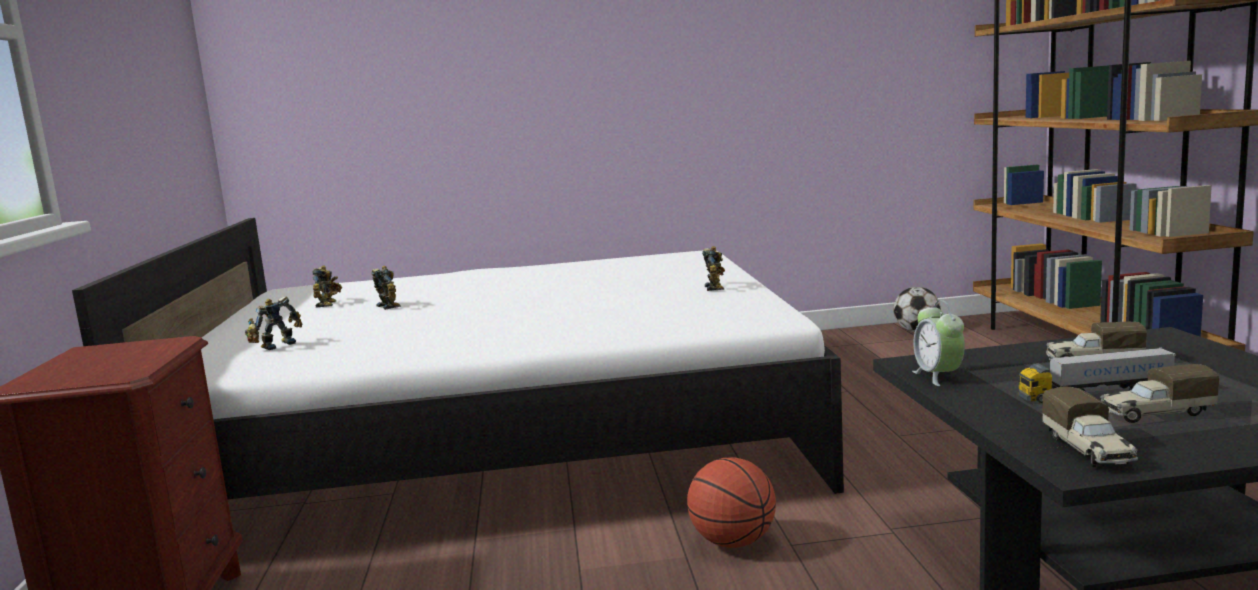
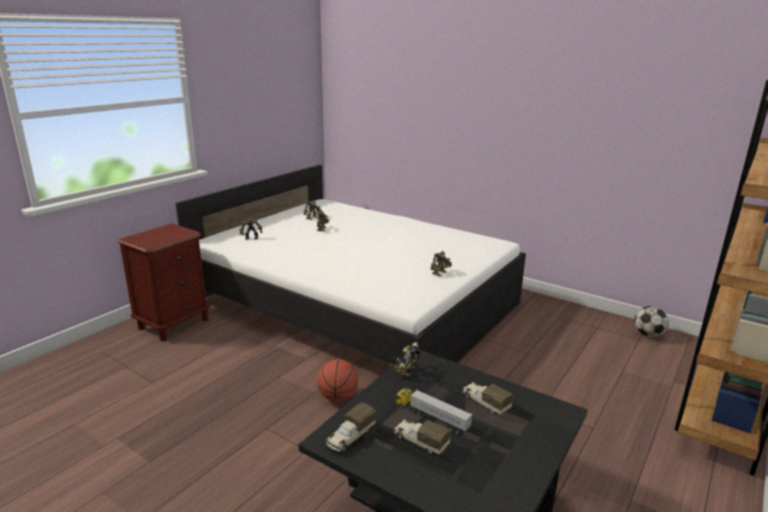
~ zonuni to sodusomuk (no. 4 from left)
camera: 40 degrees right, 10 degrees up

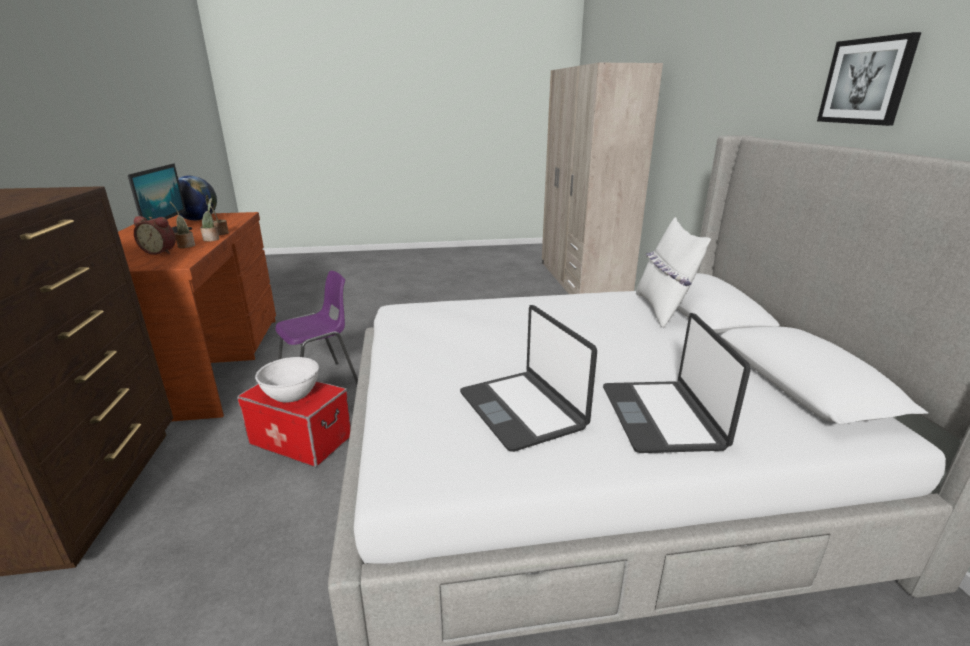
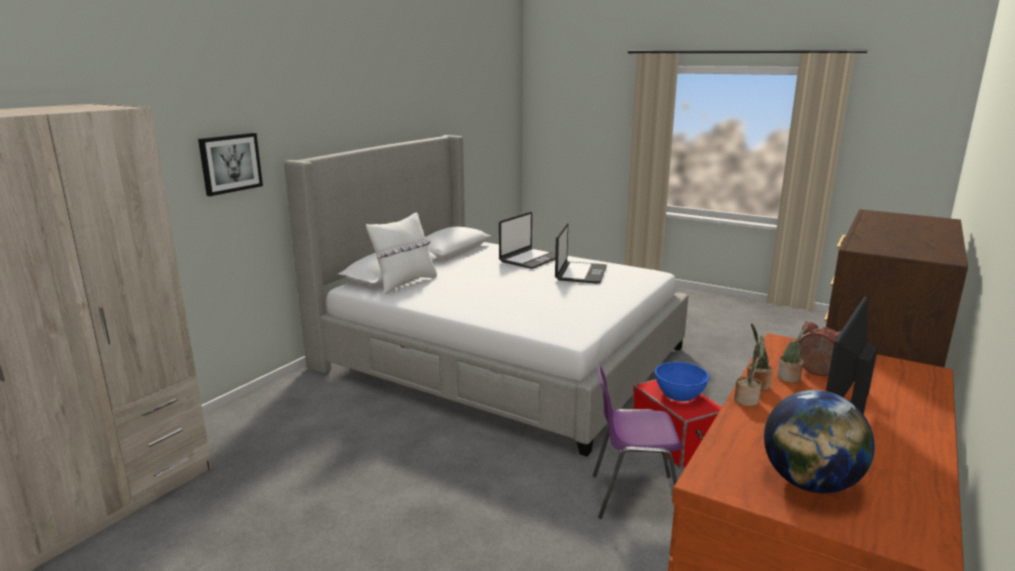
~ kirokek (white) to kirokek (blue)
~ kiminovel
camera: 140 degrees left, 5 degrees down

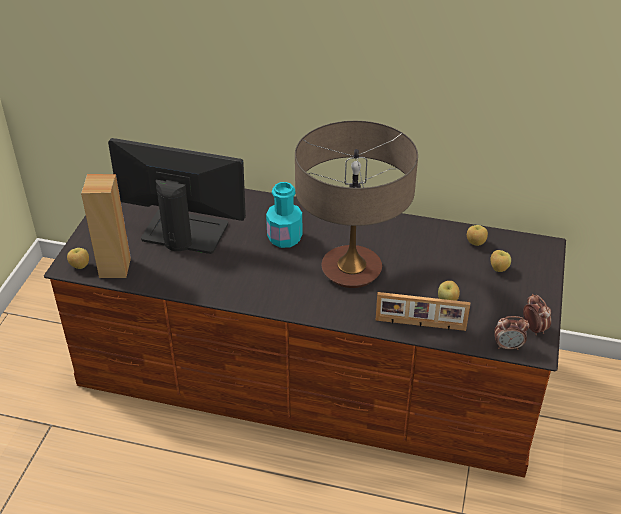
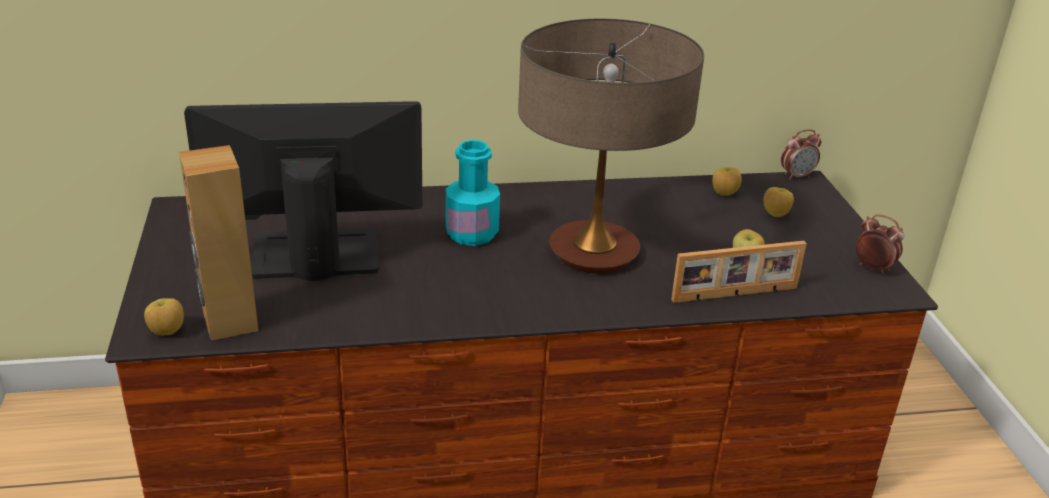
~ zonuni (no. 1 from left)
camera: 25 degrees left, 10 degrees down

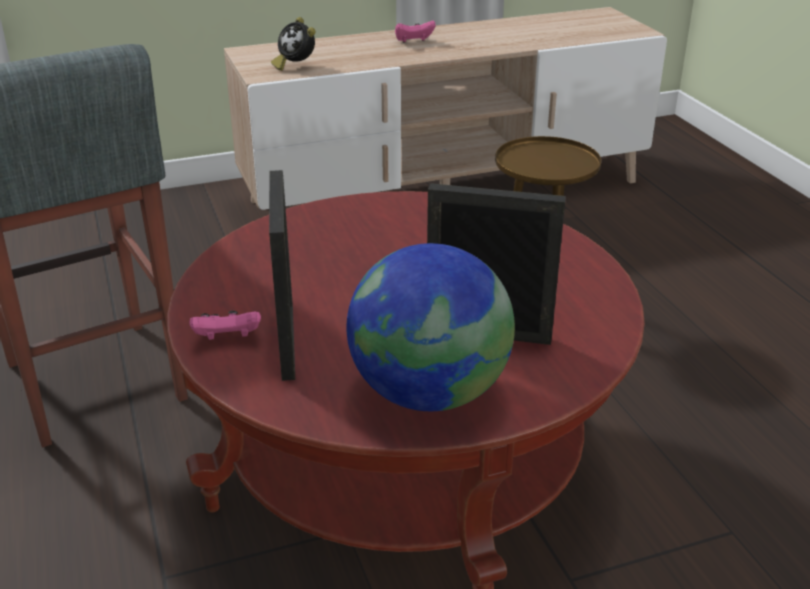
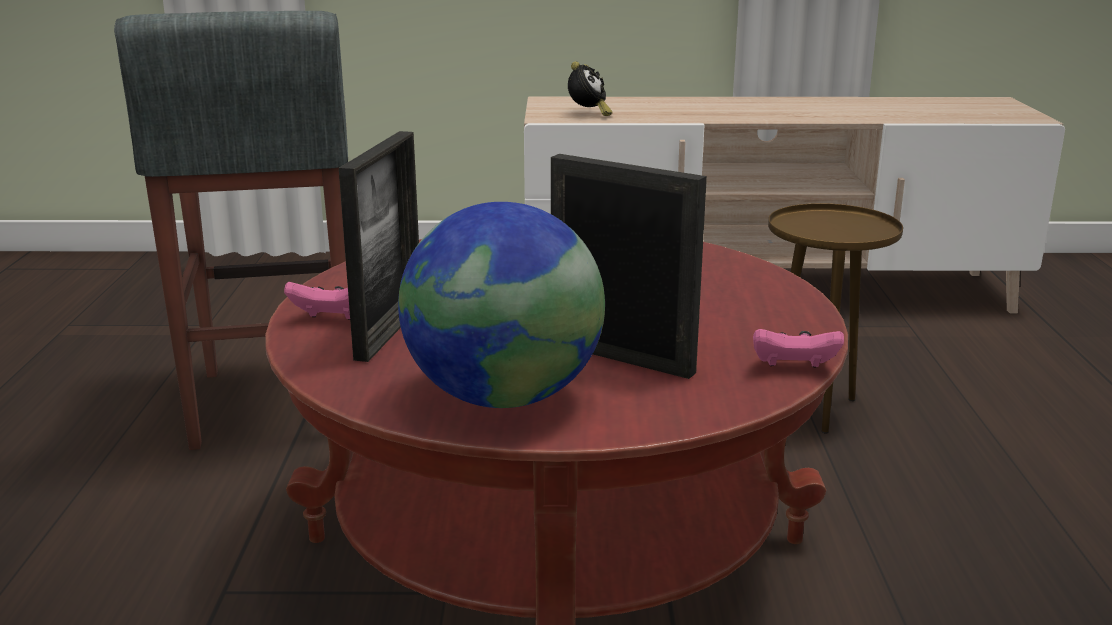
~ zonuni 135 degrees counterclockwise
~ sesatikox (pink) (no. 2 from left)
camera: 20 degrees right, 10 degrees down

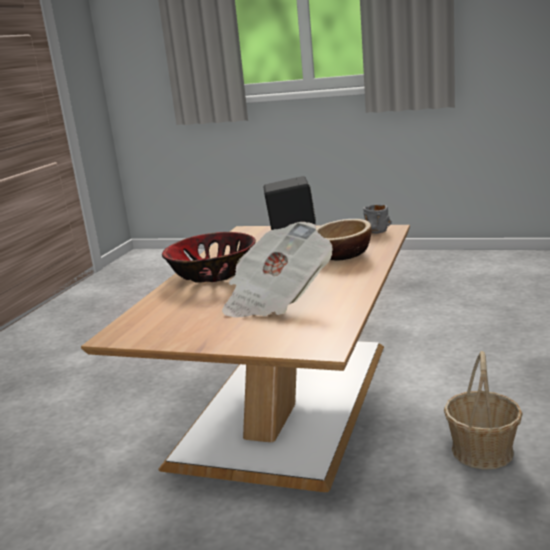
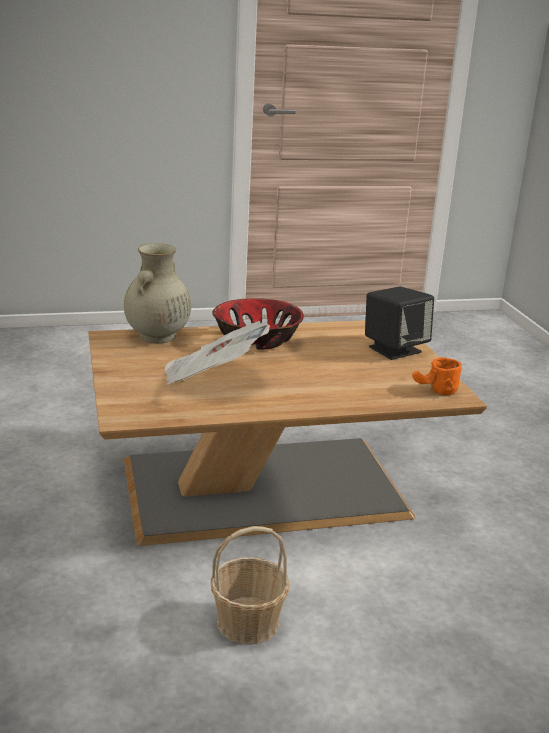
- kirokek (no. 2 from left)
~ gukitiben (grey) to gukitiben (orange)
+ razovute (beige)
camera: 55 degrees right, 5 degrees up

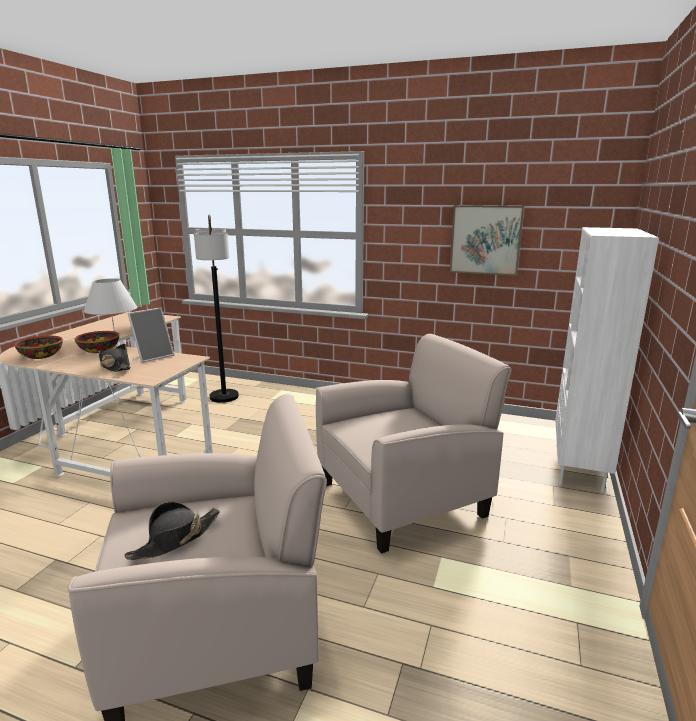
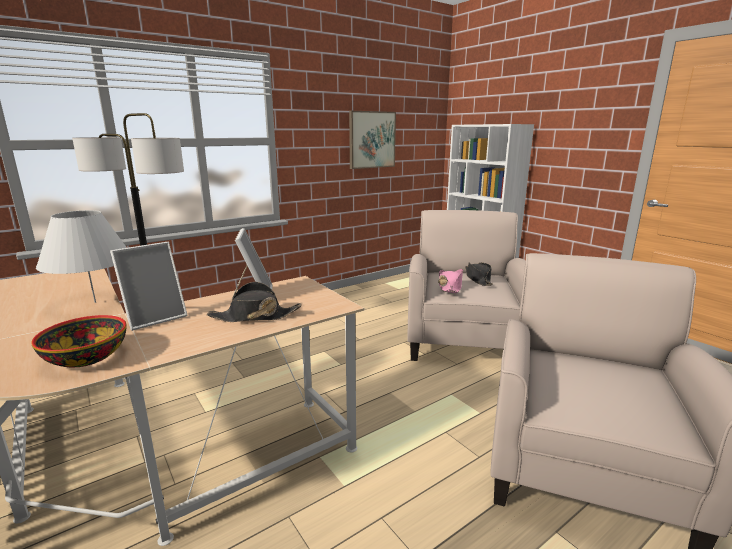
~ kirokek (no. 2 from left) to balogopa (no. 1 from left)
~ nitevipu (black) (no. 2 from left)
+ nitevipu (pink)
camera: 55 degrees left, 0 degrees up

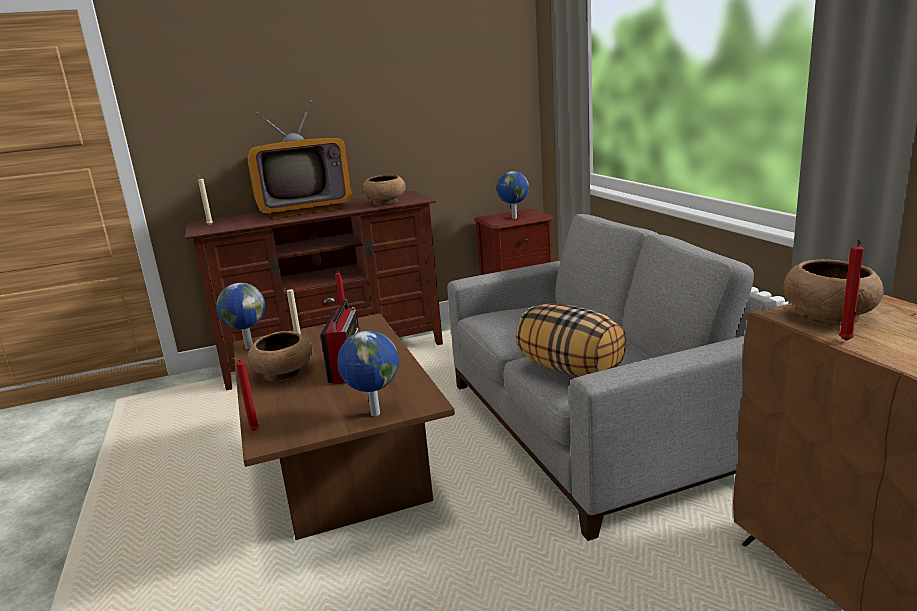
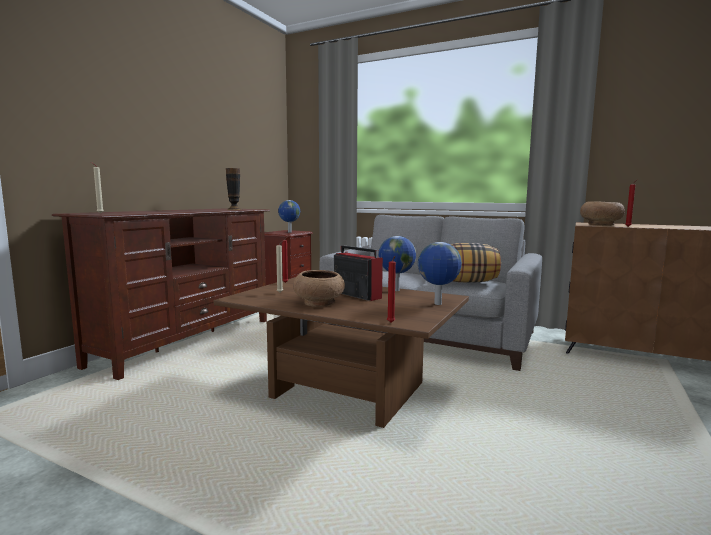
~ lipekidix (no. 1 from left in the first image) to lipekidix (no. 2 from left)
- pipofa
~ kirokek (brown) (no. 2 from left) to razovute
camera: 45 degrees left, 10 degrees down

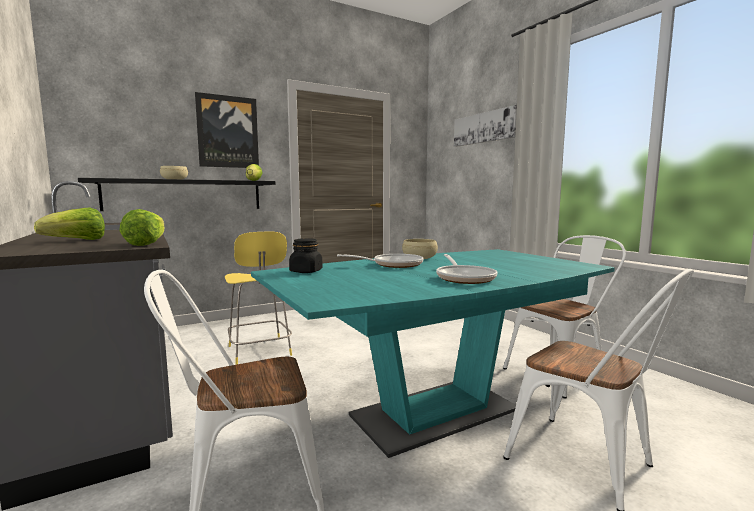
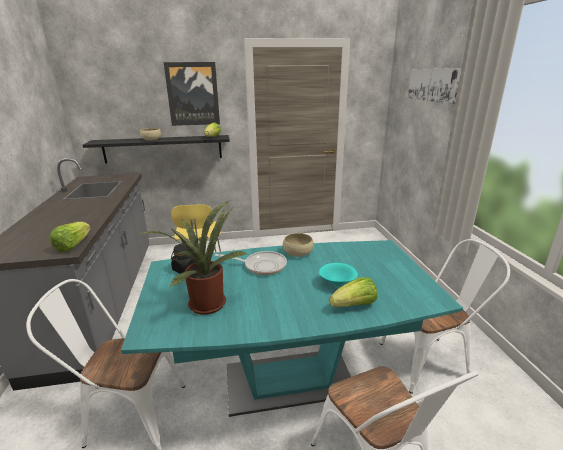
~ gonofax (no. 1 from left in the first image) to gonofax (no. 3 from left)
- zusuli (no. 2 from left)
+ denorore
+ kirokek (turquoise)
camera: 20 degrees right, 15 degrees up

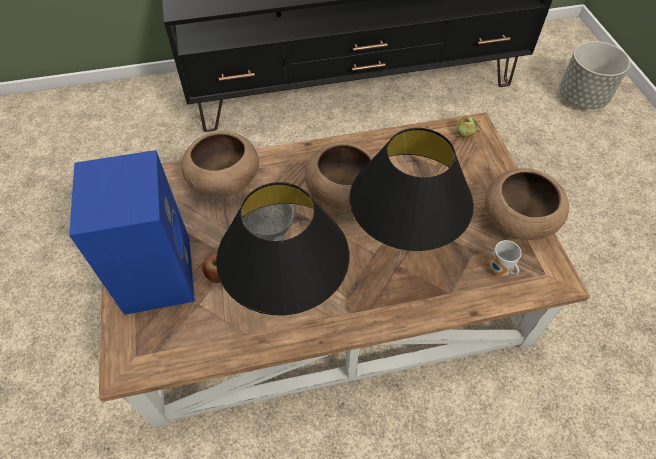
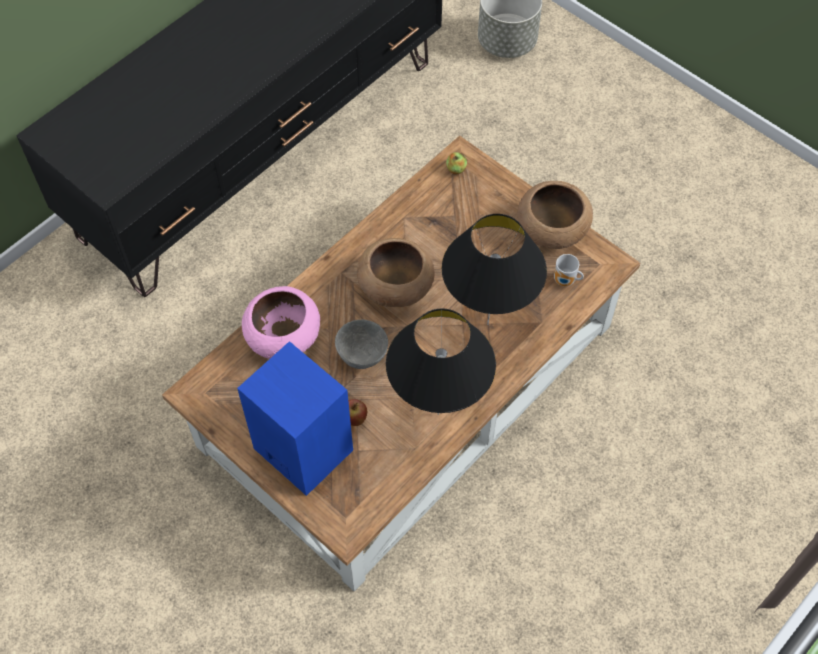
~ kirokek (brown) (no. 1 from left) to kirokek (pink)
camera: 35 degrees left, 5 degrees up

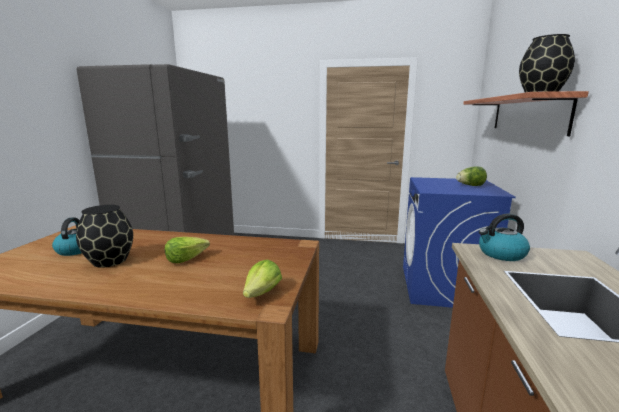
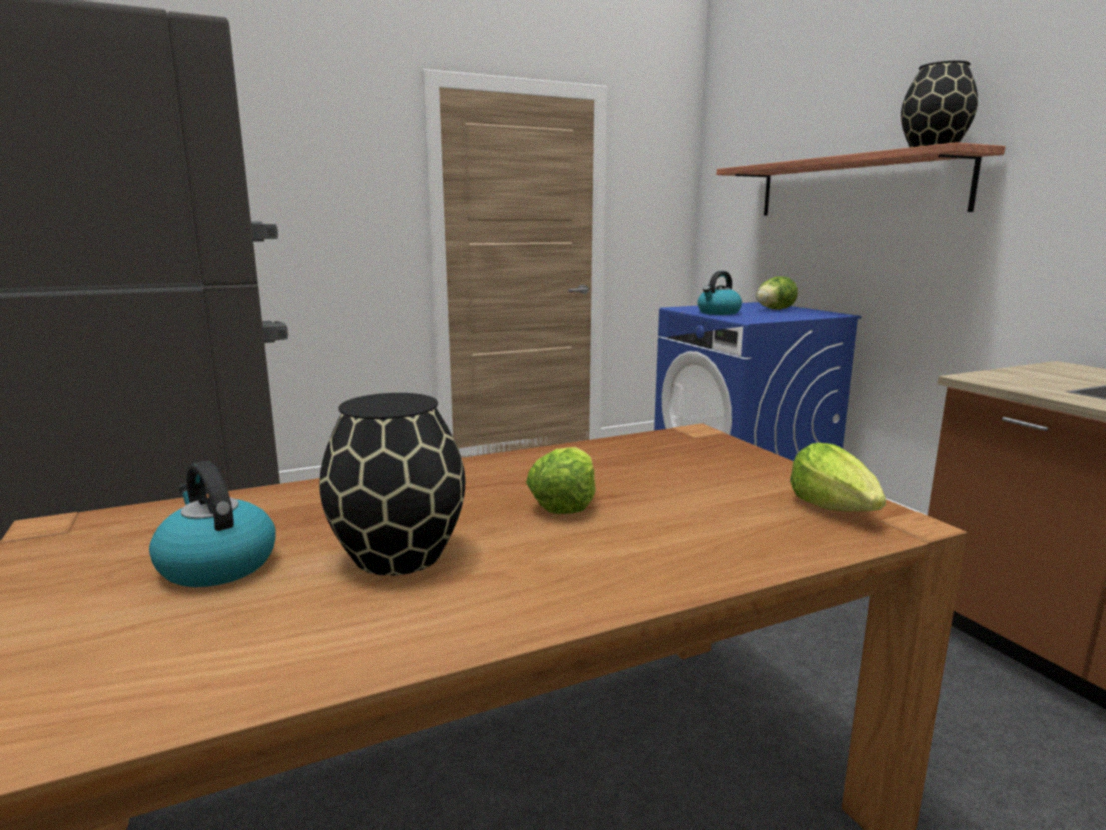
~ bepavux (no. 2 from left)
camera: 35 degrees left, 0 degrees up

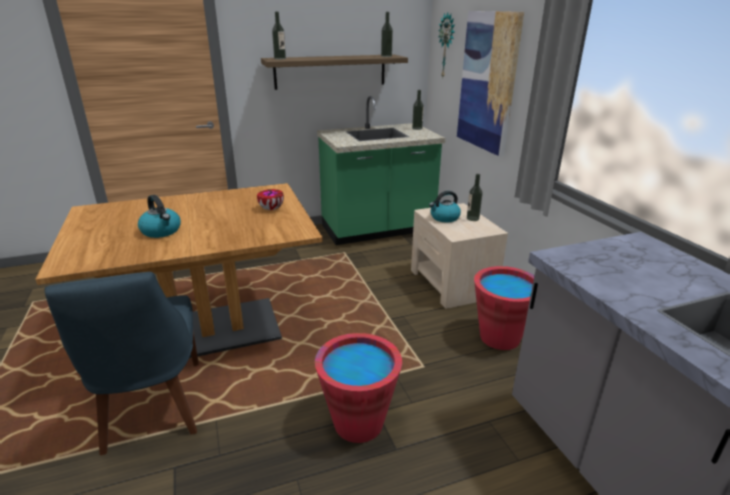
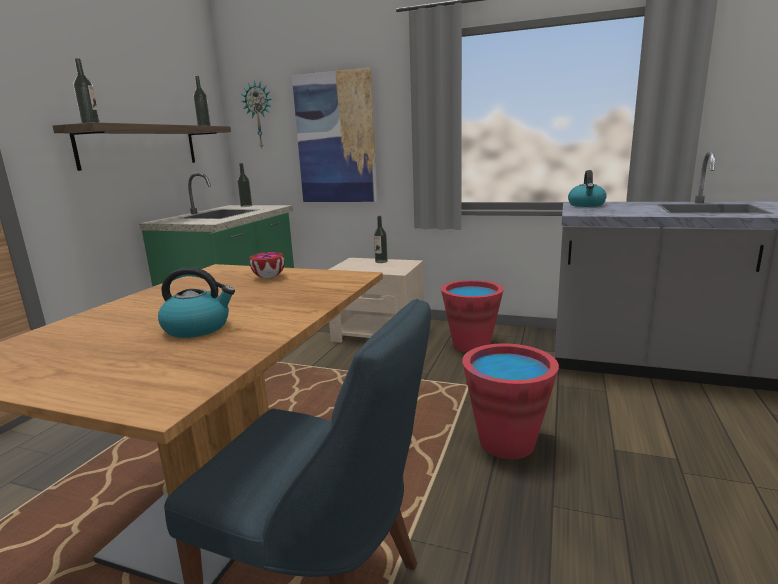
~ bepavux (no. 2 from left)
camera: 50 degrees left, 10 degrees down

